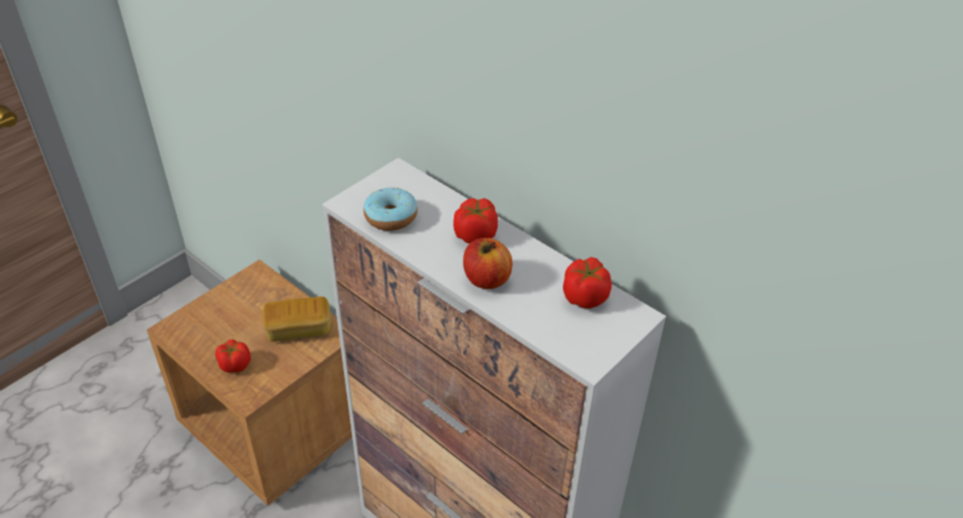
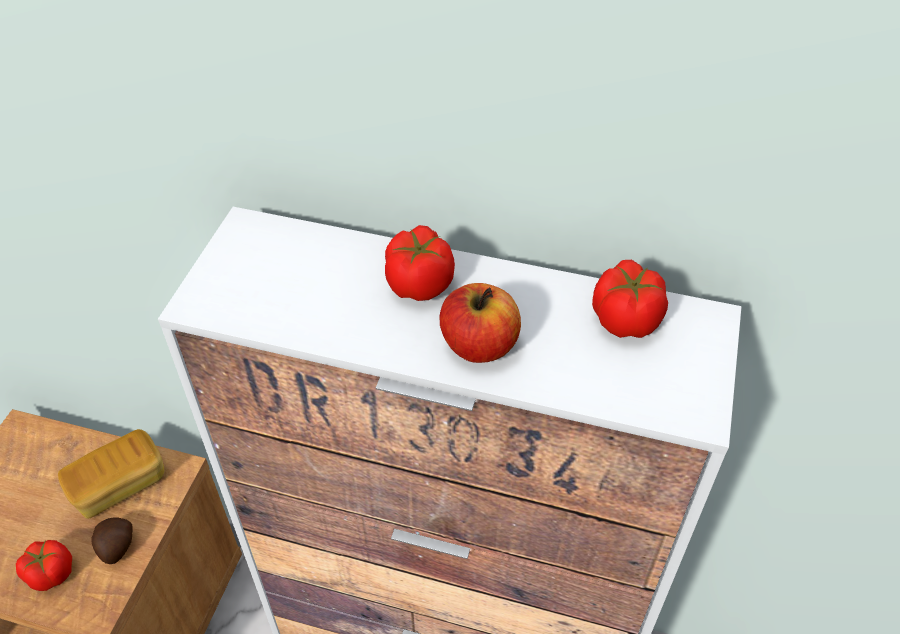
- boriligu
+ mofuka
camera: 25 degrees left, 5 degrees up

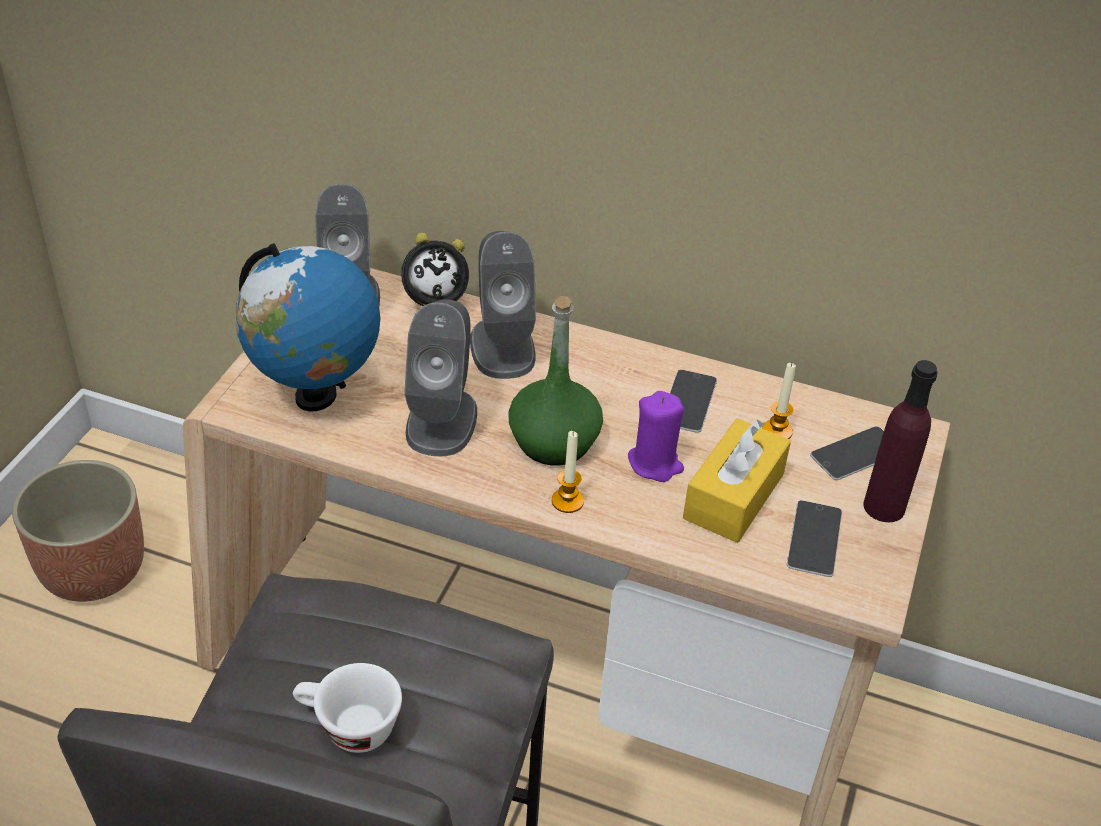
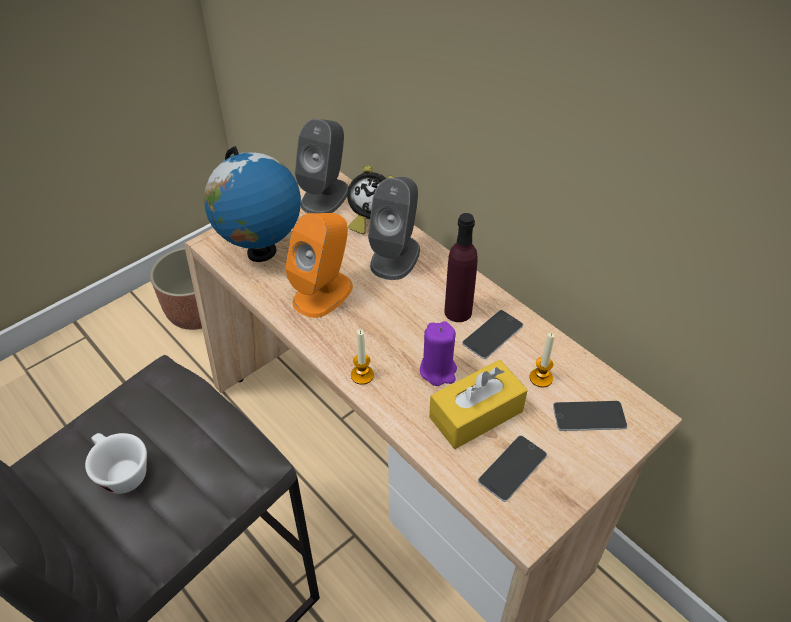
~ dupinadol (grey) (no. 2 from left) to dupinadol (orange)
- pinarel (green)
~ pinarel (purple)
camera: 30 degrees right, 5 degrees up

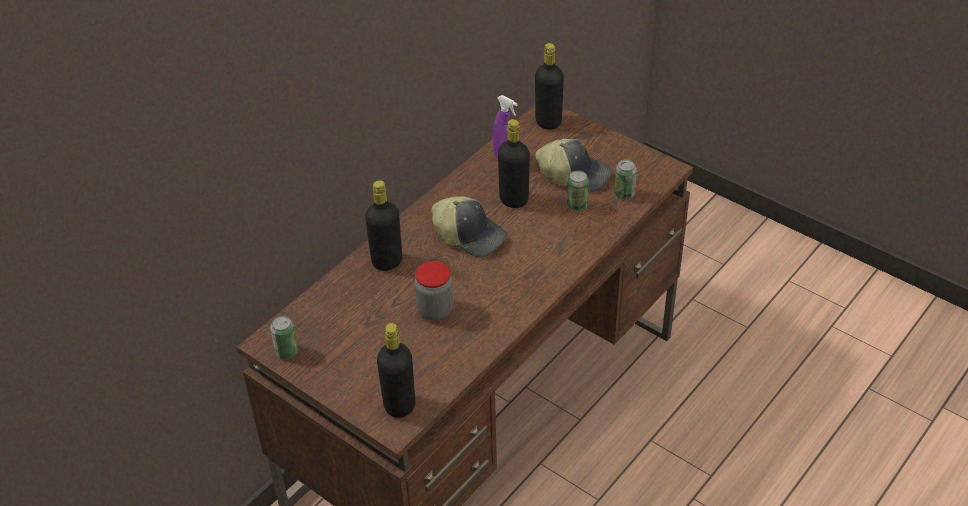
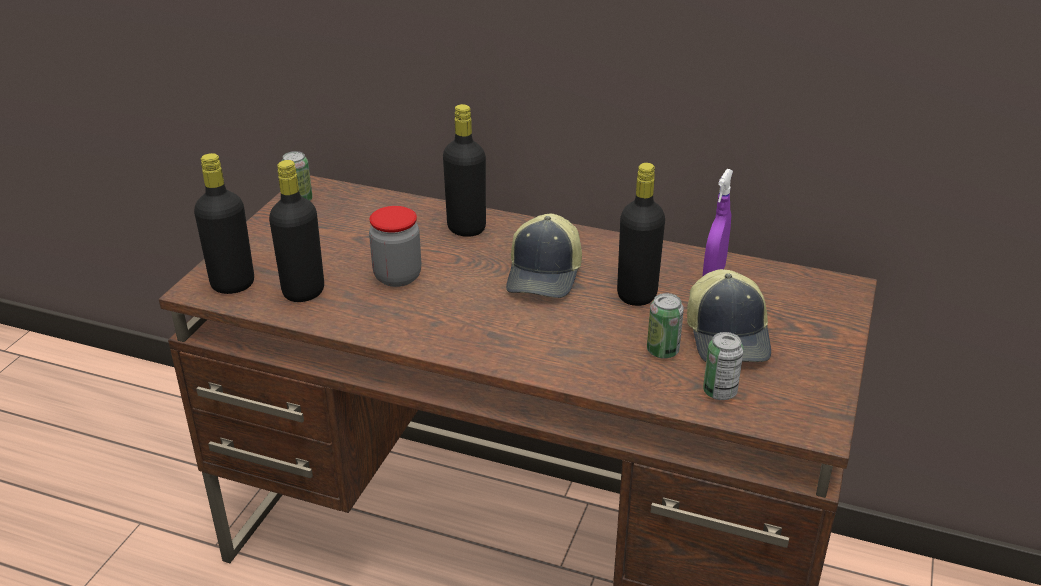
~ pinarel (black) (no. 4 from left in the first image) to pinarel (black) (no. 2 from left)
camera: 70 degrees right, 10 degrees down

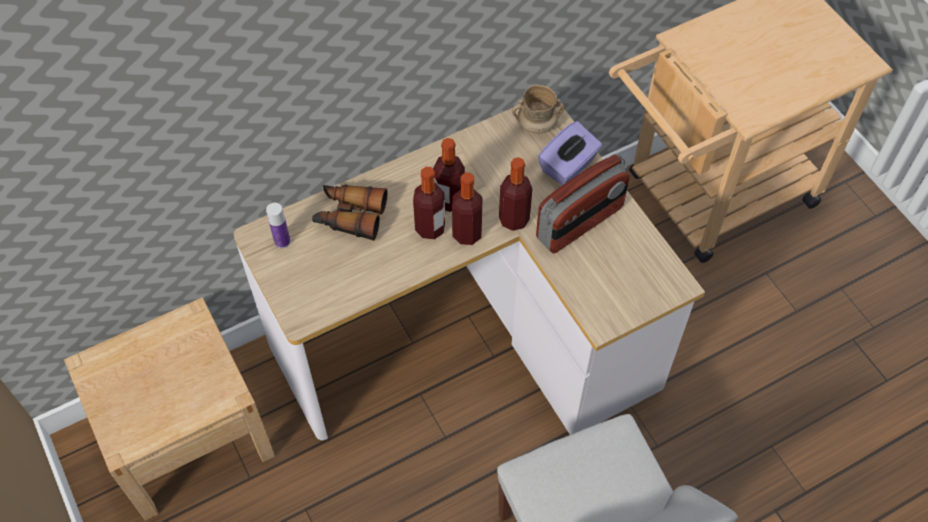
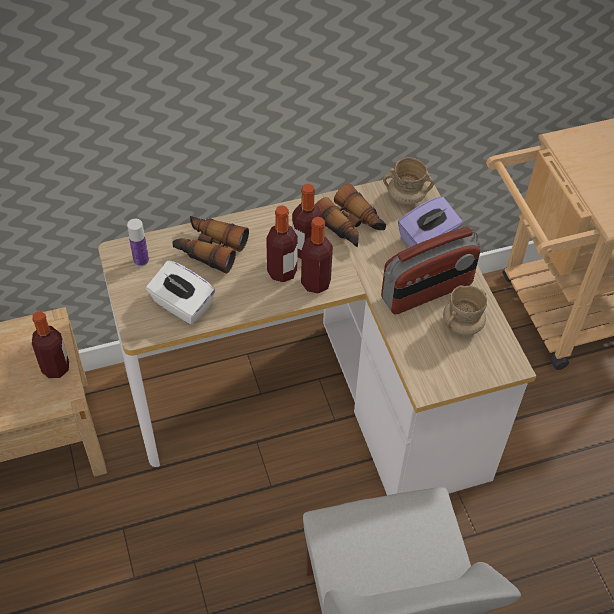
~ pinarel (no. 5 from left in the first image) to pinarel (no. 1 from left)
+ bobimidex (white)
+ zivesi (no. 2 from left)
+ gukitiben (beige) (no. 2 from left)
camera: 10 degrees right, 5 degrees down

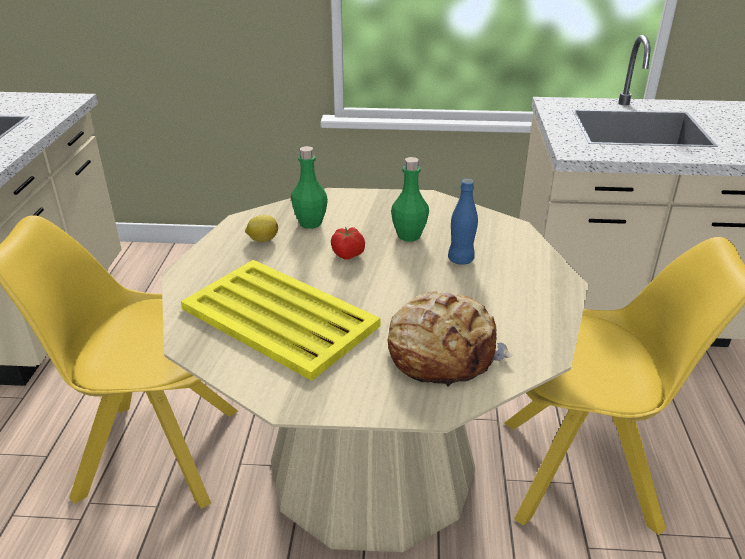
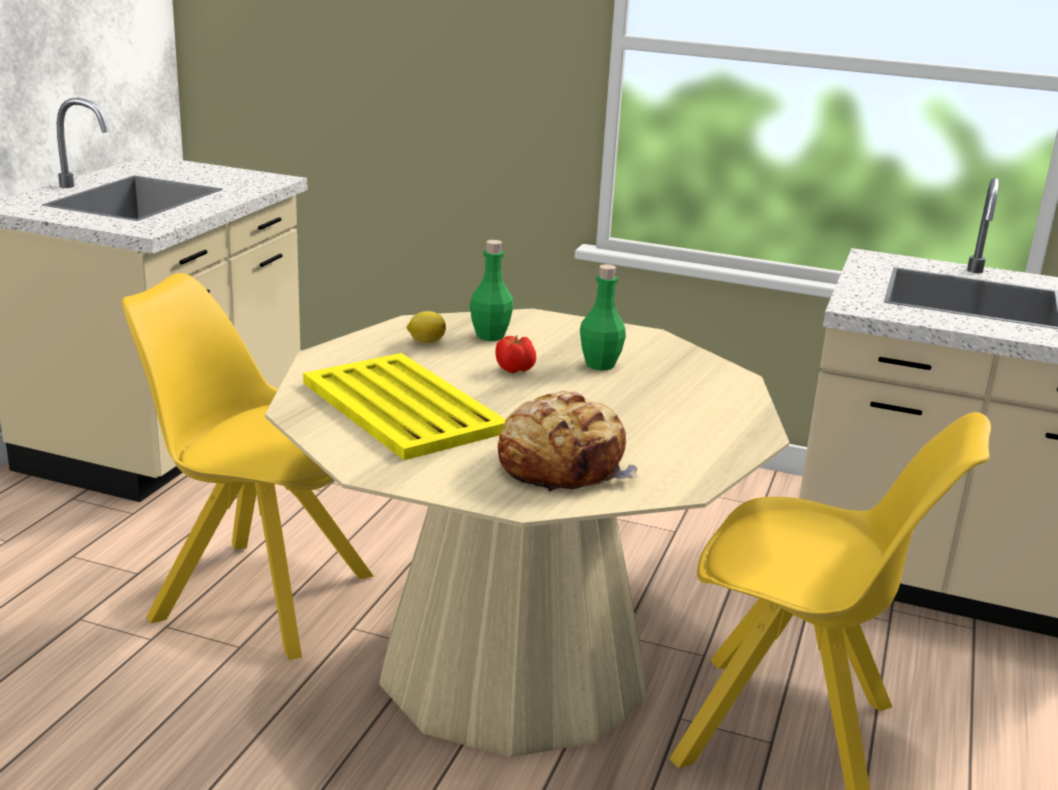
- pinarel (blue)
camera: 15 degrees right, 10 degrees down

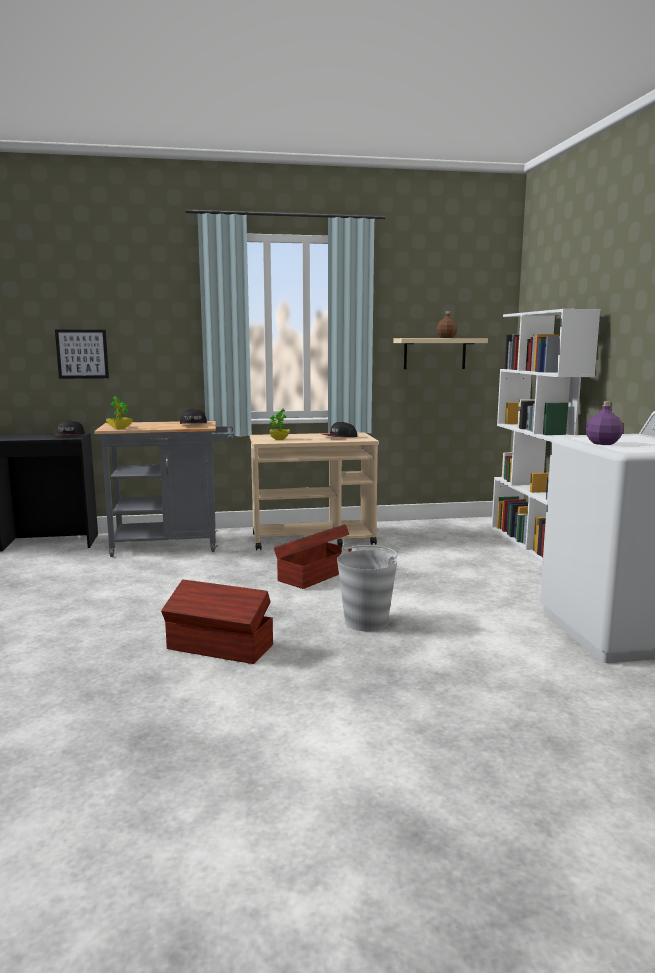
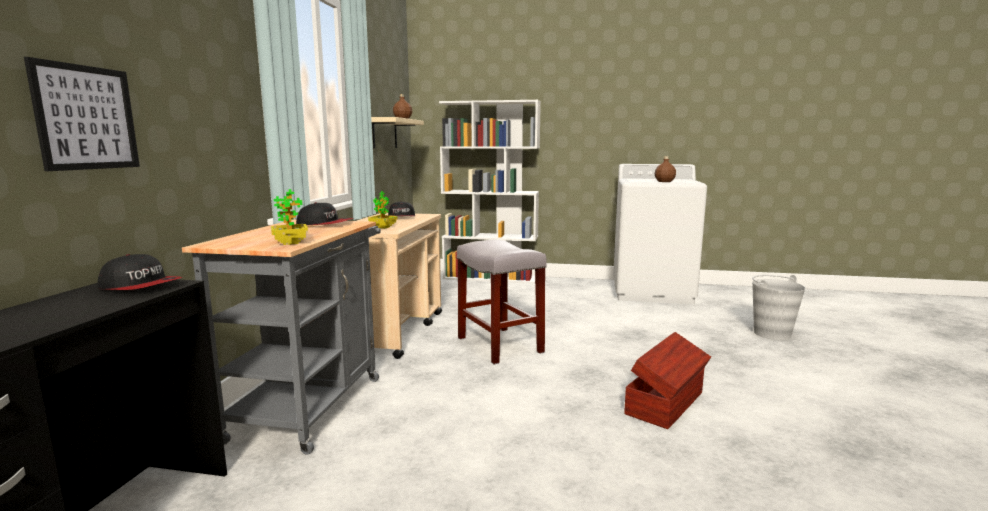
~ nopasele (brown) (no. 2 from left) to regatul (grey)
~ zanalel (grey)
~ pinarel (purple) to pinarel (brown) (no. 2 from left)
camera: 70 degrees left, 0 degrees up

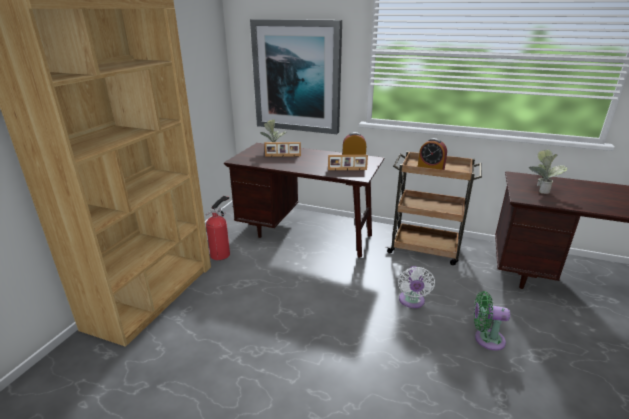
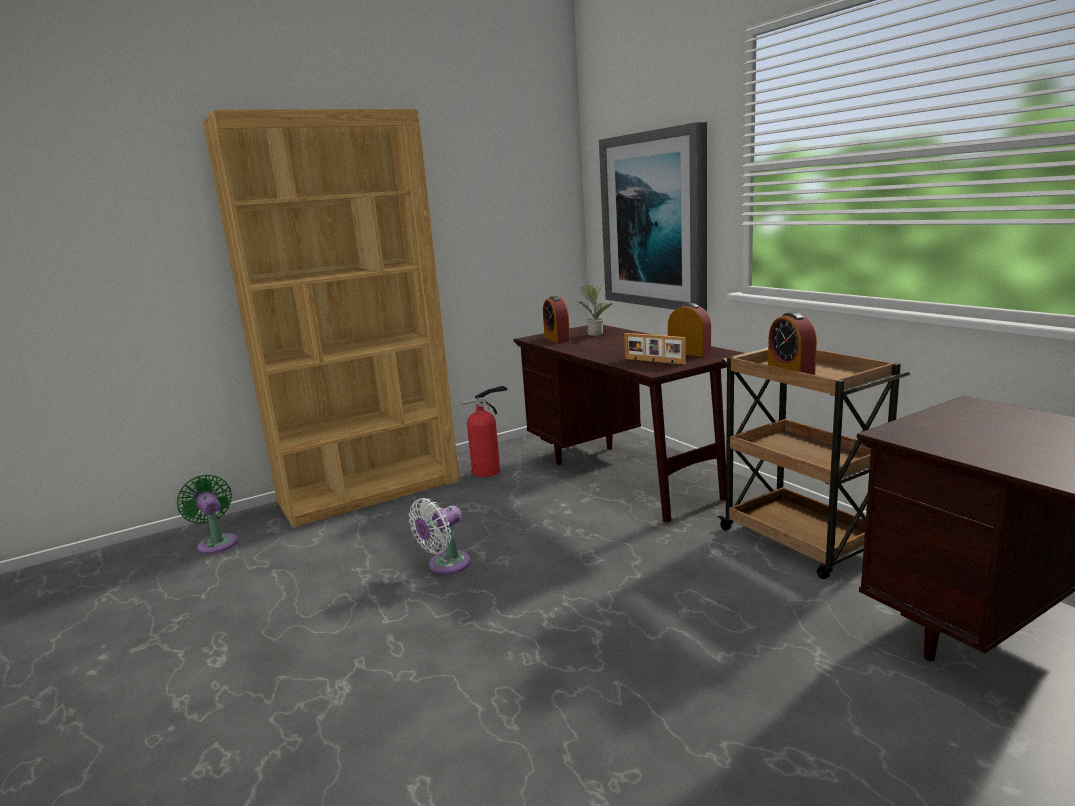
- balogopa (no. 1 from left)
~ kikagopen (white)
~ kikagopen (green)
- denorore (no. 2 from left)
+ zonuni (no. 1 from left)
camera: 40 degrees right, 10 degrees down

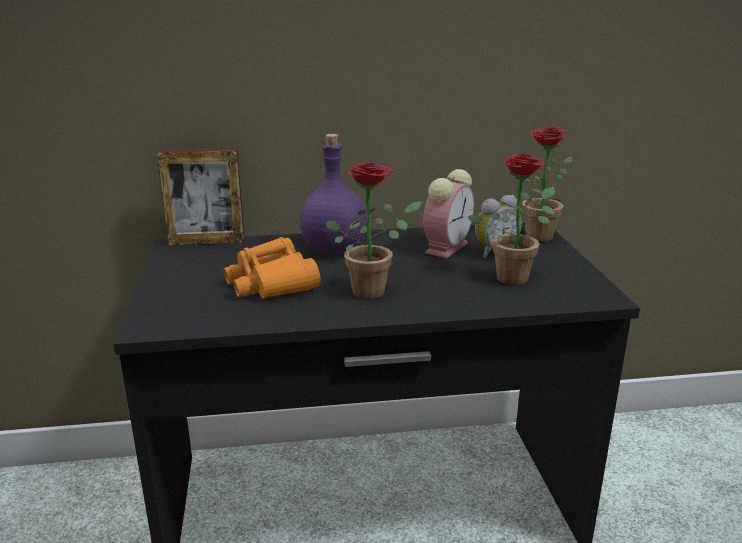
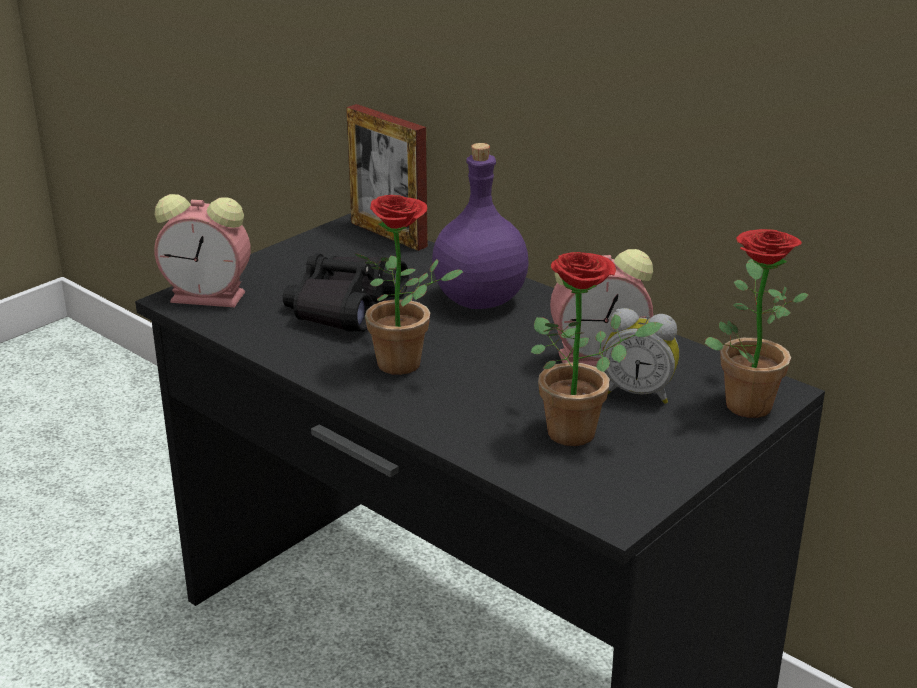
~ zivesi (orange) to zivesi (black)
+ zonuni (no. 1 from left)
camera: 50 degrees right, 5 degrees up

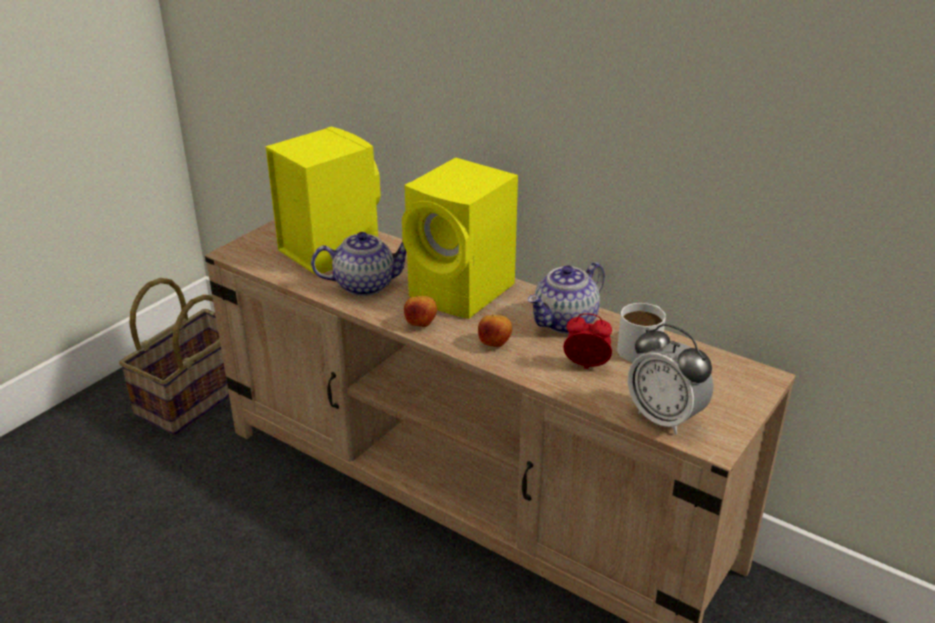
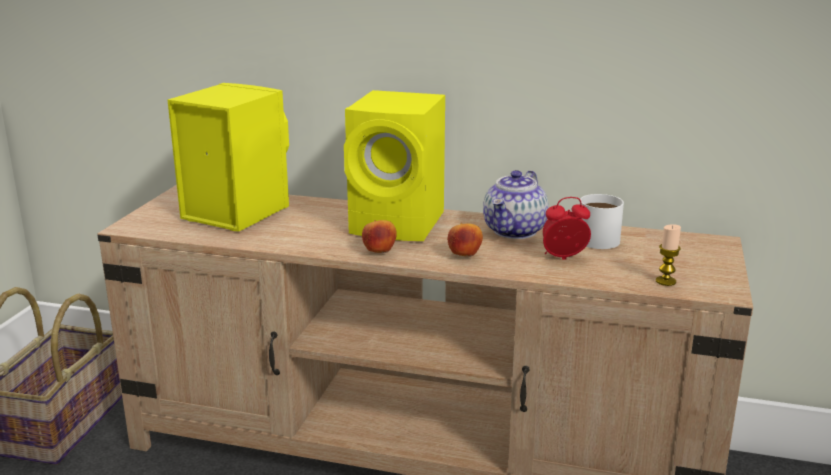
- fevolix (no. 1 from left)
~ zonuni (no. 2 from left) to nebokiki
camera: 20 degrees left, 10 degrees down

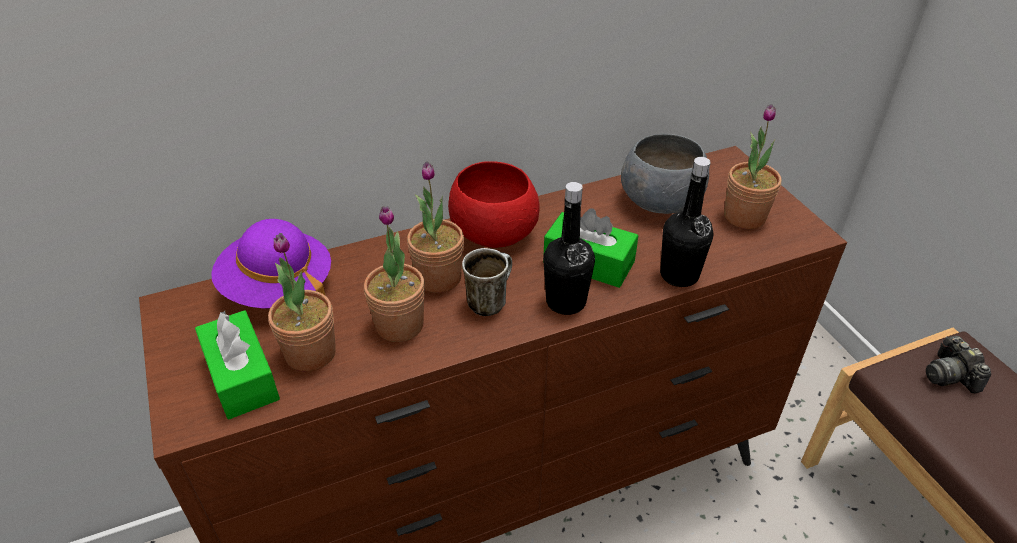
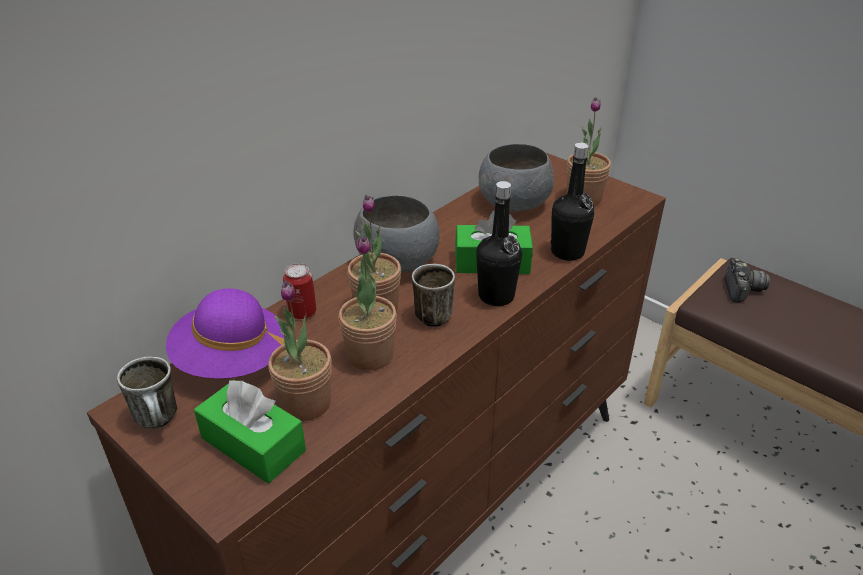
~ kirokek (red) to kirokek (grey) (no. 1 from left)
~ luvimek 135 degrees counterclockwise
+ gukitiben (no. 1 from left)
+ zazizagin
camera: 25 degrees left, 5 degrees down

